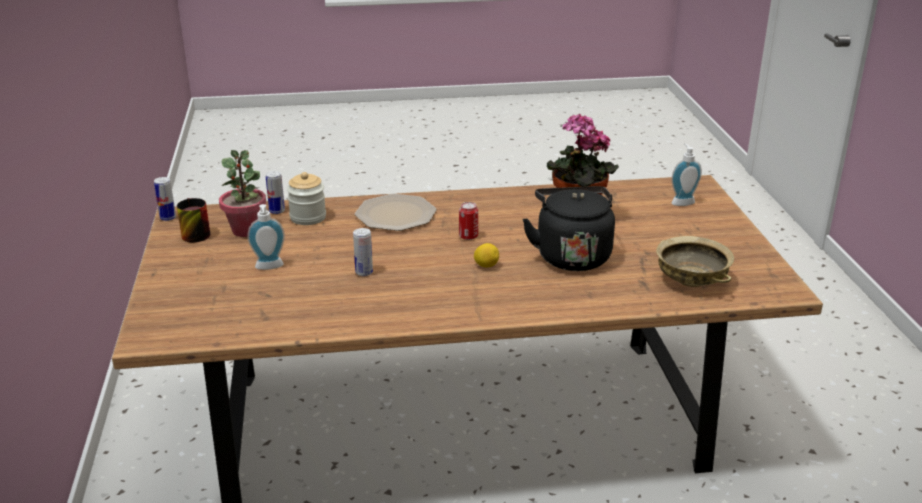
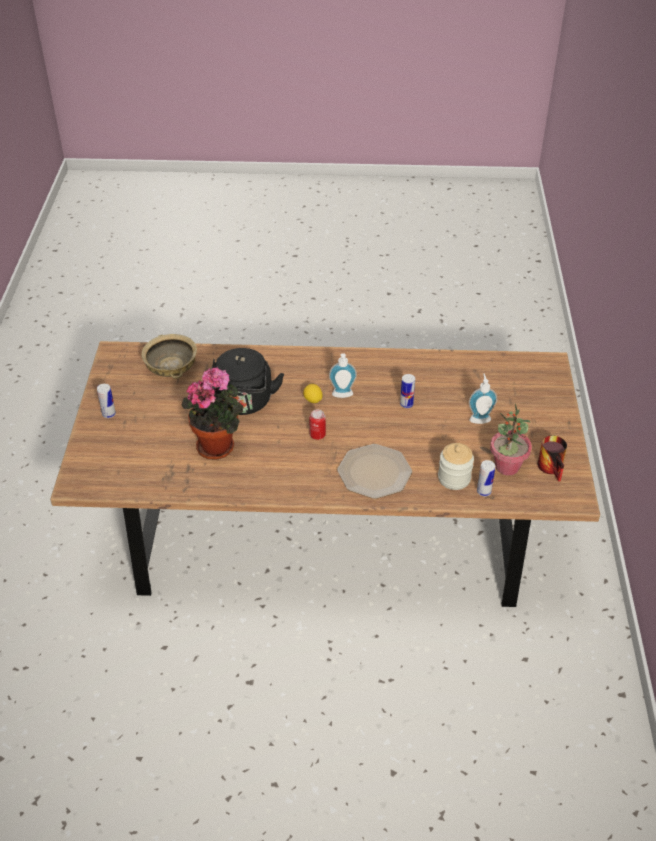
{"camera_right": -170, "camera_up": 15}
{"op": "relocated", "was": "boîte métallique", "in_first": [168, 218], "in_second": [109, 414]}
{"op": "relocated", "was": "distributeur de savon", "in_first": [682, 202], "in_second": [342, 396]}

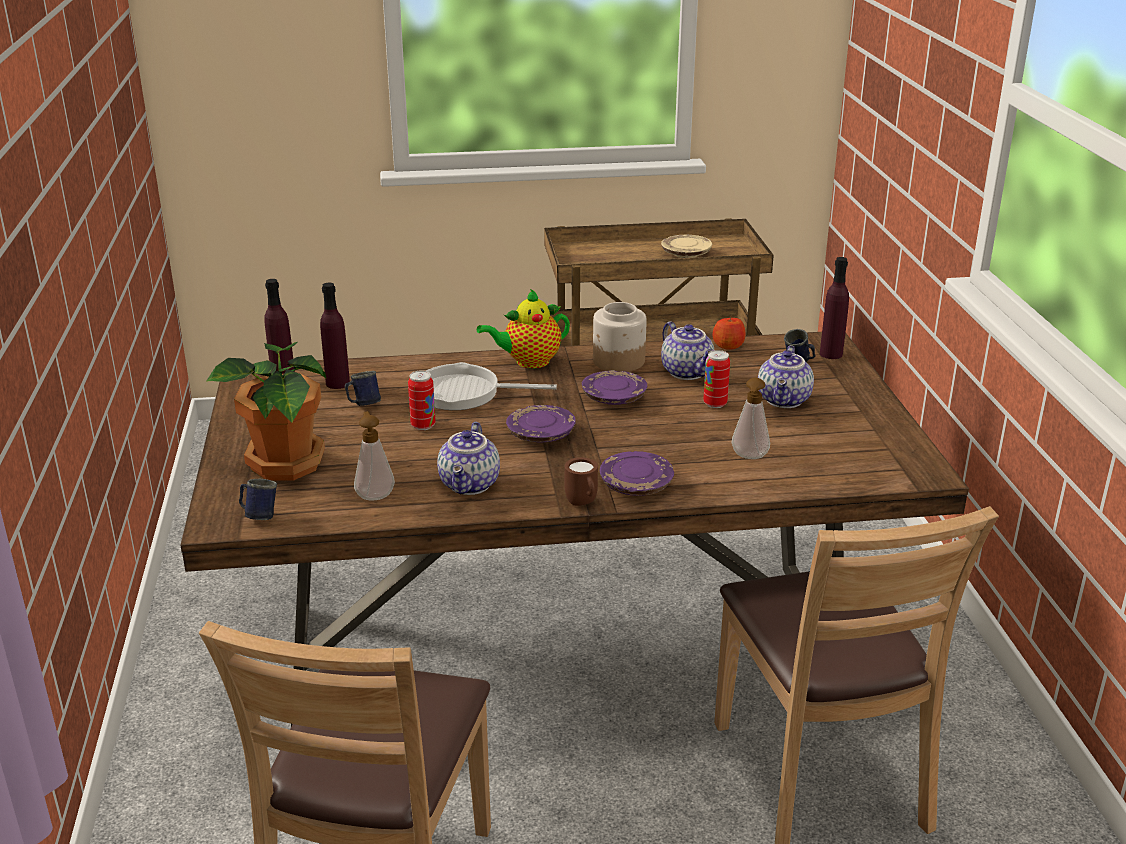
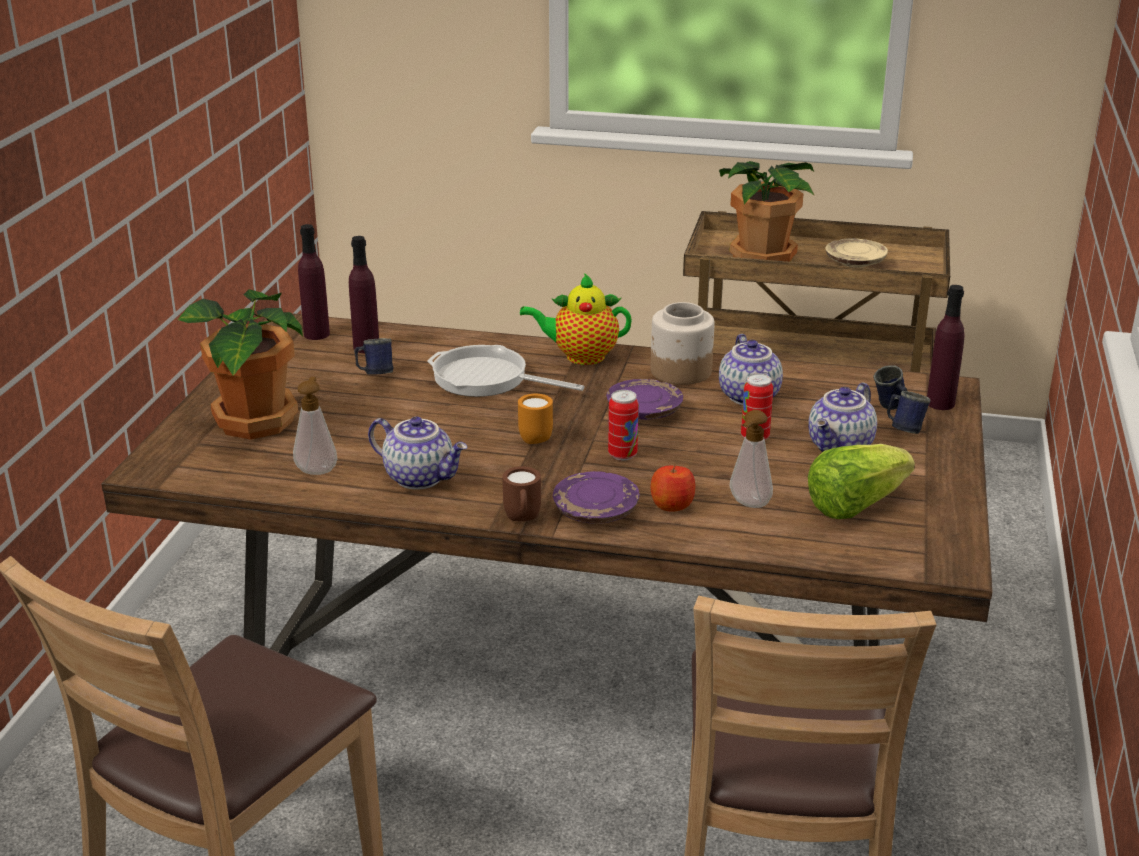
{"camera_right": 20, "camera_up": 0}
{"op": "appeared", "now": "plante en pot", "in_second": [762, 258]}
{"op": "appeared", "now": "laitue", "in_second": [854, 505]}
{"op": "relocated", "was": "mug [bleu]", "in_first": [258, 516], "in_second": [904, 429]}
{"op": "relocated", "was": "boîte métallique", "in_first": [423, 425], "in_second": [622, 455]}
{"op": "relocated", "was": "pomme", "in_first": [728, 346], "in_second": [672, 505]}
{"op": "exchanged", "was": "assiette [violet]", "now": "mug [orange]", "in_first": [540, 435], "in_second": [533, 437]}
{"op": "spun", "was": "théière", "in_first": [471, 485], "in_second": [420, 477], "clockwise": -90}

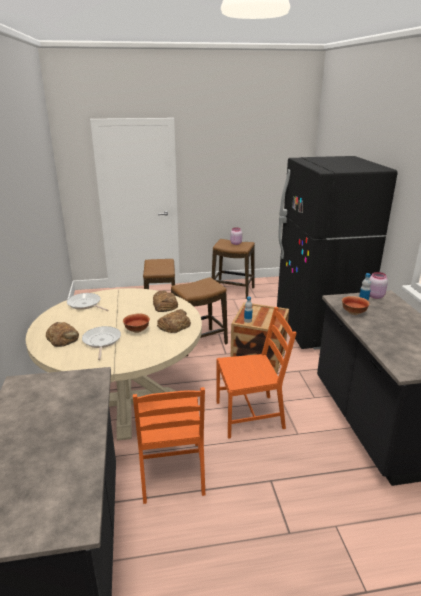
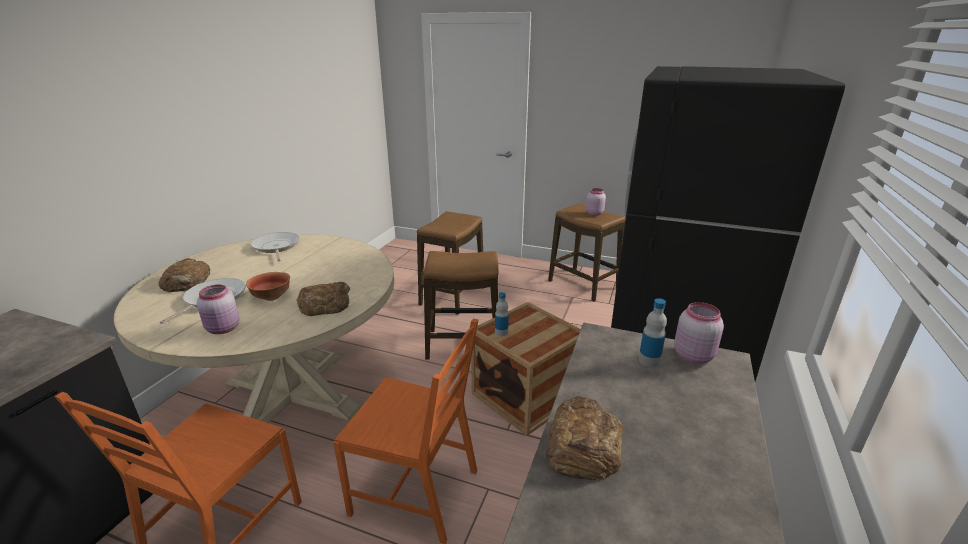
{"camera_right": 30, "camera_up": 0}
{"op": "missing", "was": "bol", "in_first": [353, 312]}
{"op": "appeared", "now": "bocal [rose]", "in_second": [223, 329]}
{"op": "relocated", "was": "pain", "in_first": [164, 305], "in_second": [583, 446]}

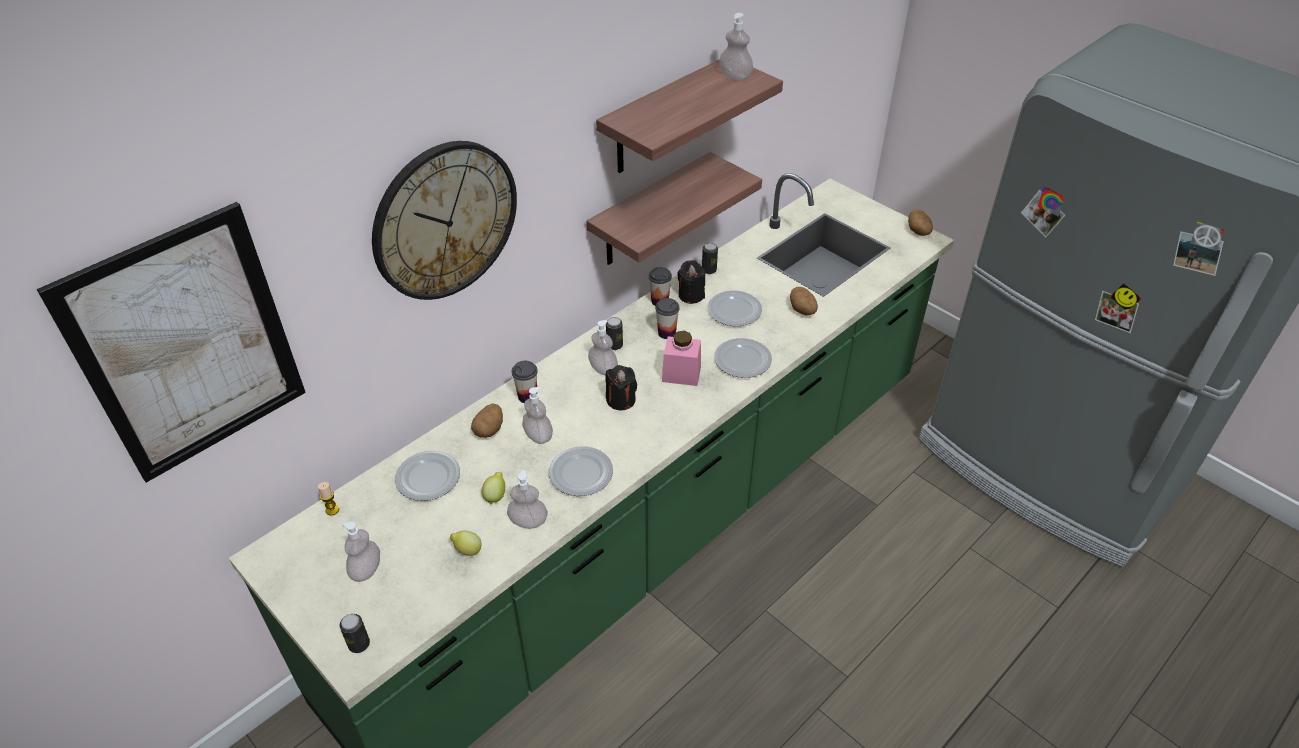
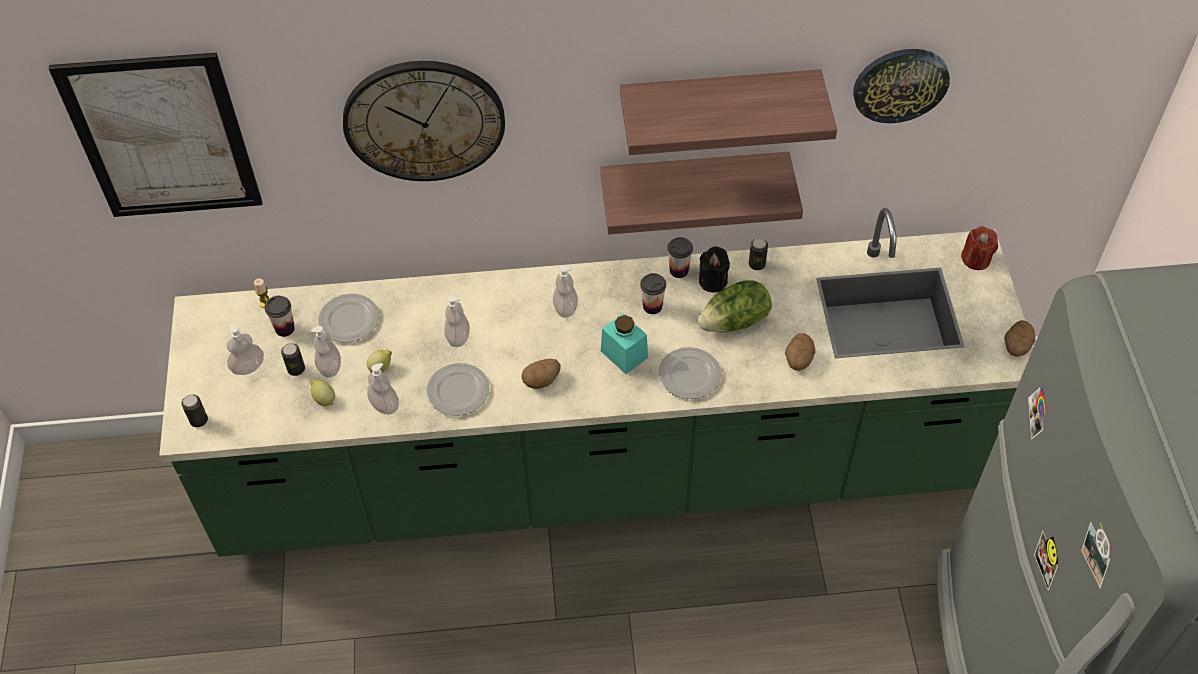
{"camera_right": 40, "camera_up": 10}
{"op": "missing", "was": "bougie [noir]", "in_first": [621, 400]}
{"op": "appeared", "now": "horloge murale", "in_second": [900, 84]}
{"op": "appeared", "now": "bougie [rouge]", "in_second": [976, 259]}
{"op": "relocated", "was": "pomme de terre", "in_first": [489, 429], "in_second": [541, 380]}
{"op": "relocated", "was": "tasse", "in_first": [527, 396], "in_second": [284, 328]}
{"op": "relocated", "was": "boîte métallique", "in_first": [614, 345], "in_second": [296, 369]}
{"op": "relocated", "was": "distributeur de savon", "in_first": [735, 76], "in_second": [330, 367]}
{"op": "exchanged", "was": "assiette", "now": "laitue", "in_first": [735, 311], "in_second": [735, 322]}
{"op": "colour", "was": "bocal [rose]", "now": "bocal [turquoise]", "in_first": [681, 374], "in_second": [624, 354]}

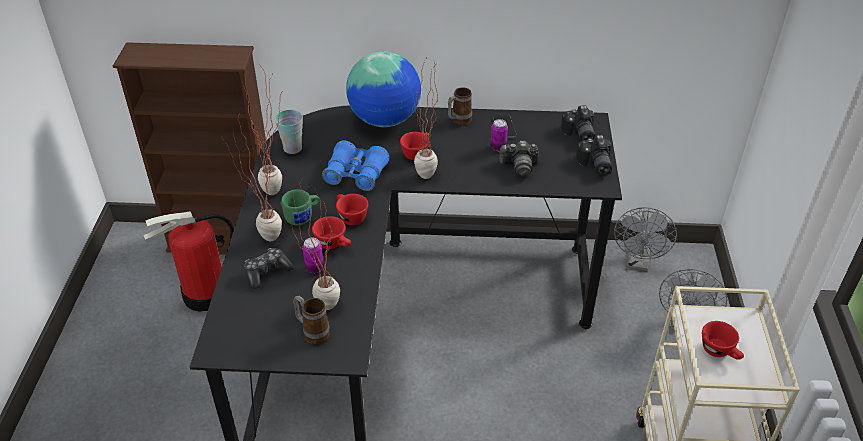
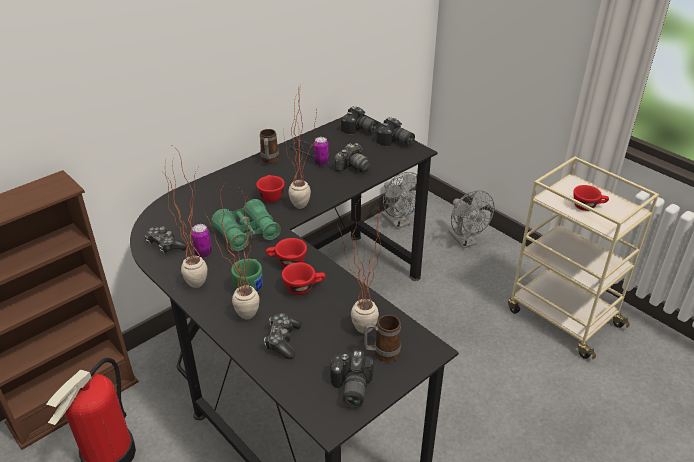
{"camera_right": -45, "camera_up": -5}
{"op": "missing", "was": "globe", "in_first": [385, 120]}
{"op": "appeared", "now": "appareil photo", "in_second": [349, 388]}
{"op": "relocated", "was": "boîte métallique", "in_first": [314, 268], "in_second": [203, 253]}
{"op": "exchanged", "was": "tasse", "now": "manette", "in_first": [292, 148], "in_second": [165, 245]}
{"op": "colour", "was": "jumelles [bleu]", "now": "jumelles [vert]", "in_first": [356, 174], "in_second": [247, 234]}

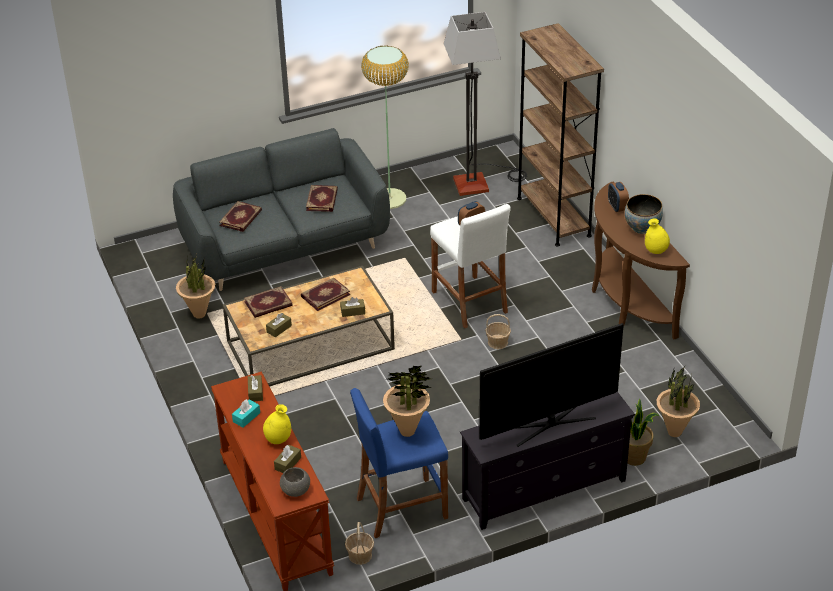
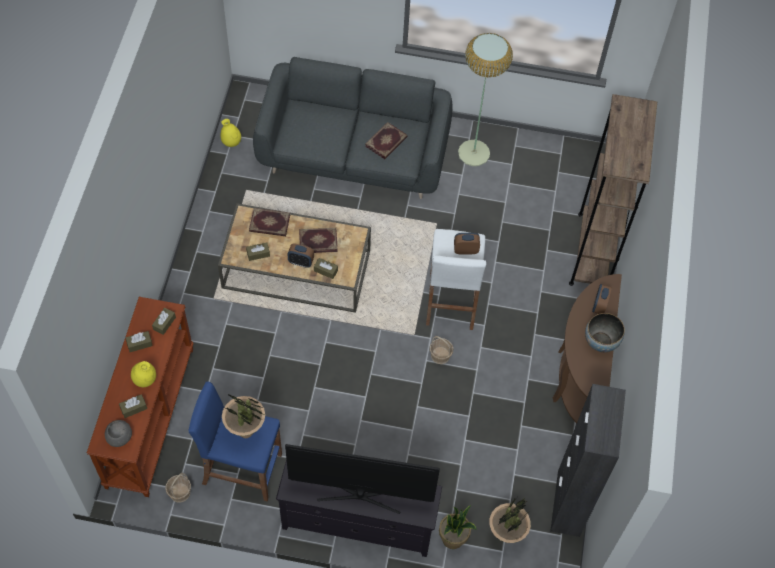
{"camera_right": 30, "camera_up": 20}
{"op": "missing", "was": "plante en pot", "in_first": [199, 314]}
{"op": "missing", "was": "livre", "in_first": [241, 218]}
{"op": "missing", "was": "lampadaire", "in_first": [480, 182]}
{"op": "appeared", "now": "réveil", "in_second": [301, 262]}
{"op": "appeared", "now": "meuble de rangement [noir]", "in_second": [568, 503]}
{"op": "relocated", "was": "vase [jaune]", "in_first": [656, 251], "in_second": [231, 143]}
{"op": "colour", "was": "boîte à mouchoirs [turquoise]", "now": "boîte à mouchoirs [marron]", "in_first": [246, 417], "in_second": [139, 344]}

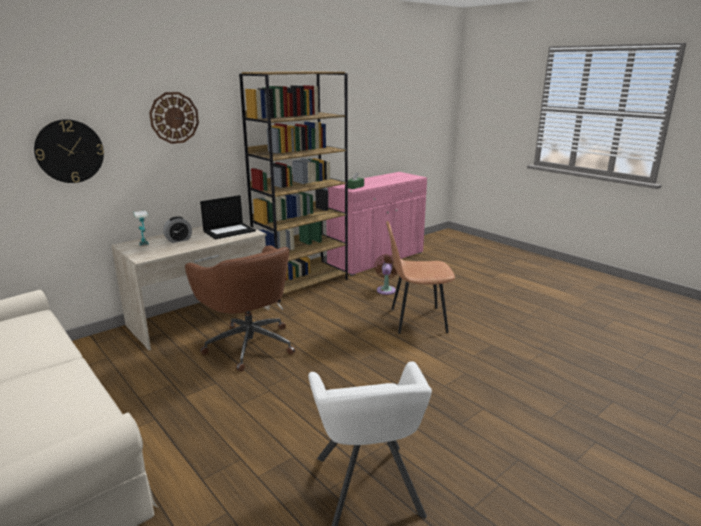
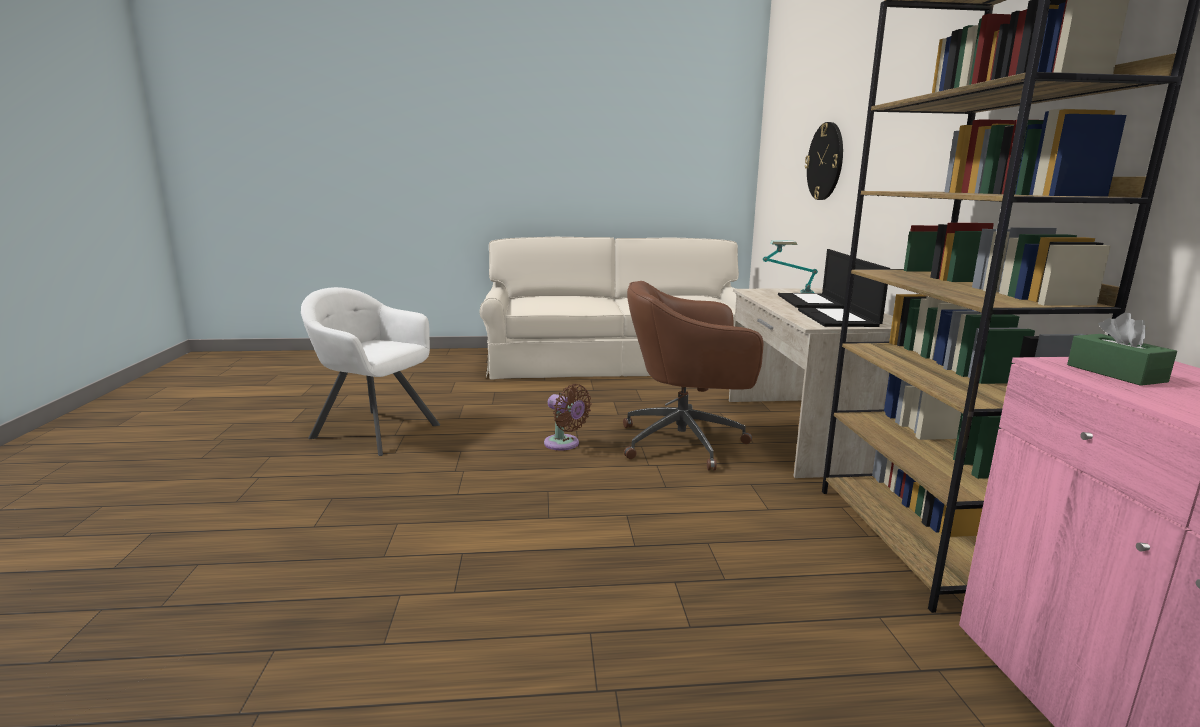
{"camera_right": 125, "camera_up": -5}
{"op": "missing", "was": "horloge murale", "in_first": [174, 118]}
{"op": "missing", "was": "chaise [marron]", "in_first": [416, 320]}
{"op": "relocated", "was": "ventilateur [marron]", "in_first": [386, 289], "in_second": [564, 444]}
{"op": "exchanged", "was": "réveil", "now": "ordinateur portable", "in_first": [178, 240], "in_second": [812, 301]}

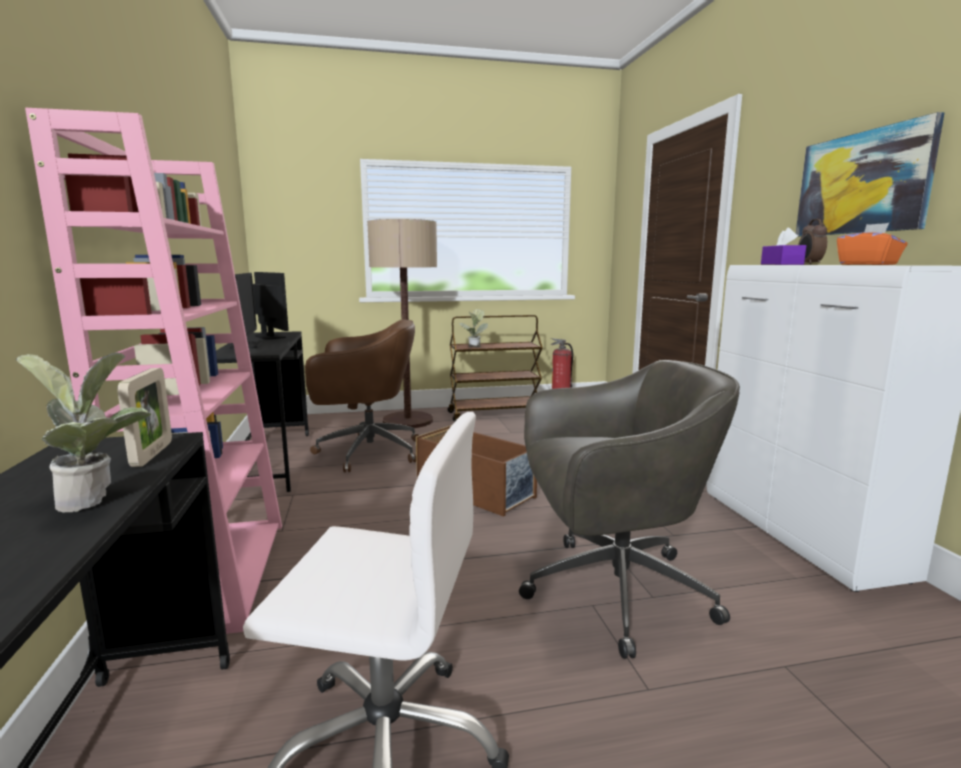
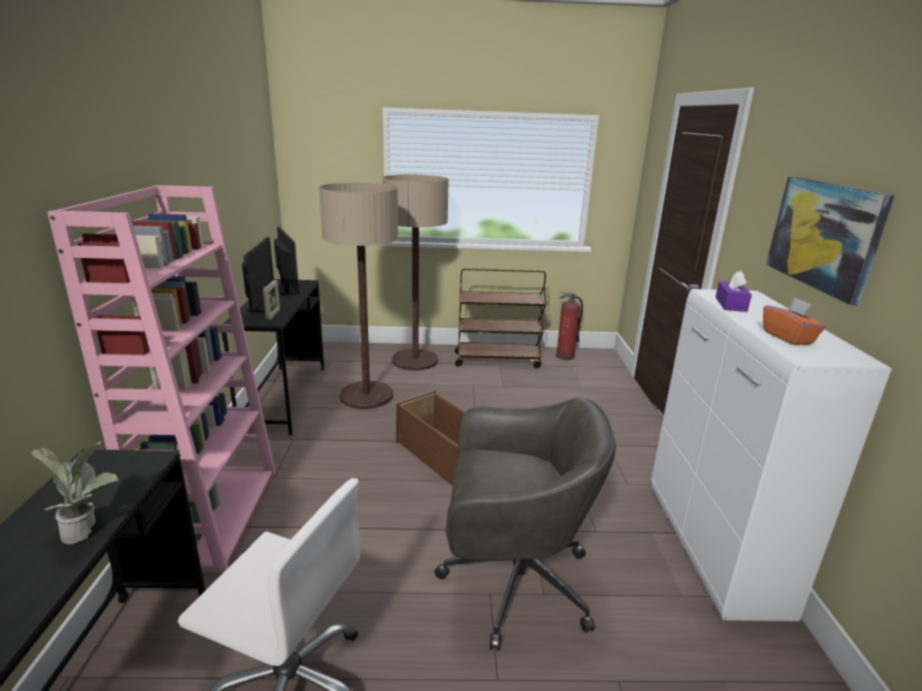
{"camera_right": 10, "camera_up": 10}
{"op": "missing", "was": "plante en pot", "in_first": [473, 348]}
{"op": "missing", "was": "réveil", "in_first": [809, 264]}
{"op": "relocated", "was": "cadre photo", "in_first": [152, 454], "in_second": [273, 315]}
{"op": "exchanged", "was": "chaise de bureau [marron]", "now": "lampadaire", "in_first": [366, 452], "in_second": [366, 396]}

